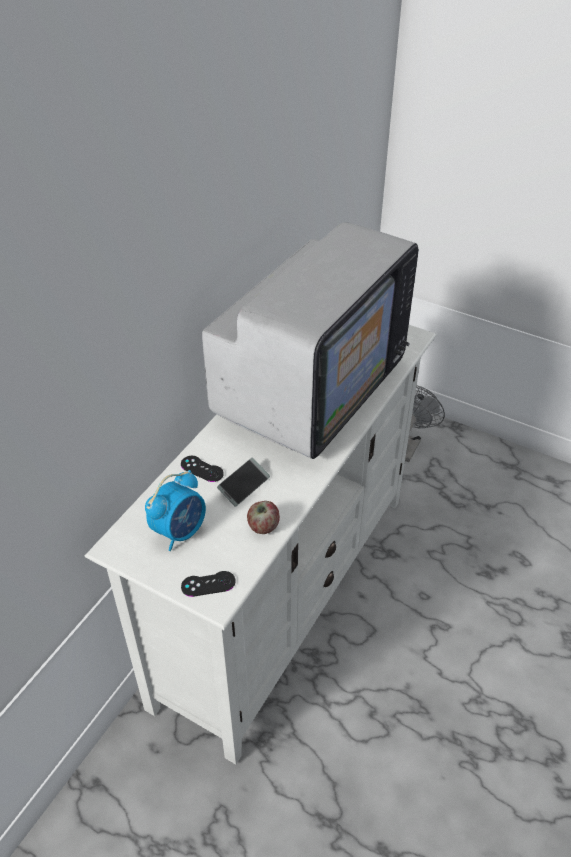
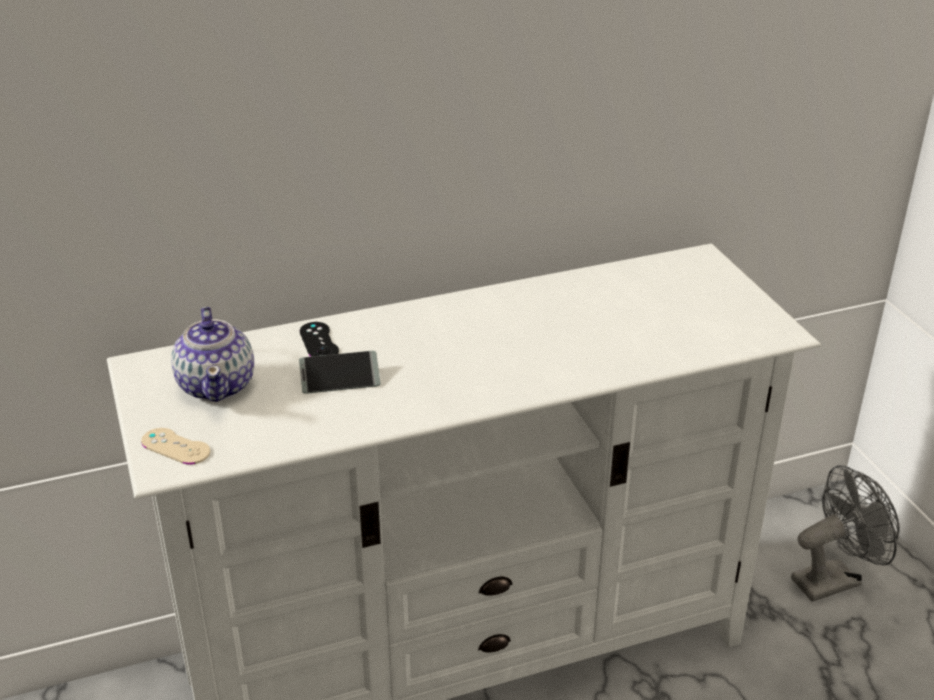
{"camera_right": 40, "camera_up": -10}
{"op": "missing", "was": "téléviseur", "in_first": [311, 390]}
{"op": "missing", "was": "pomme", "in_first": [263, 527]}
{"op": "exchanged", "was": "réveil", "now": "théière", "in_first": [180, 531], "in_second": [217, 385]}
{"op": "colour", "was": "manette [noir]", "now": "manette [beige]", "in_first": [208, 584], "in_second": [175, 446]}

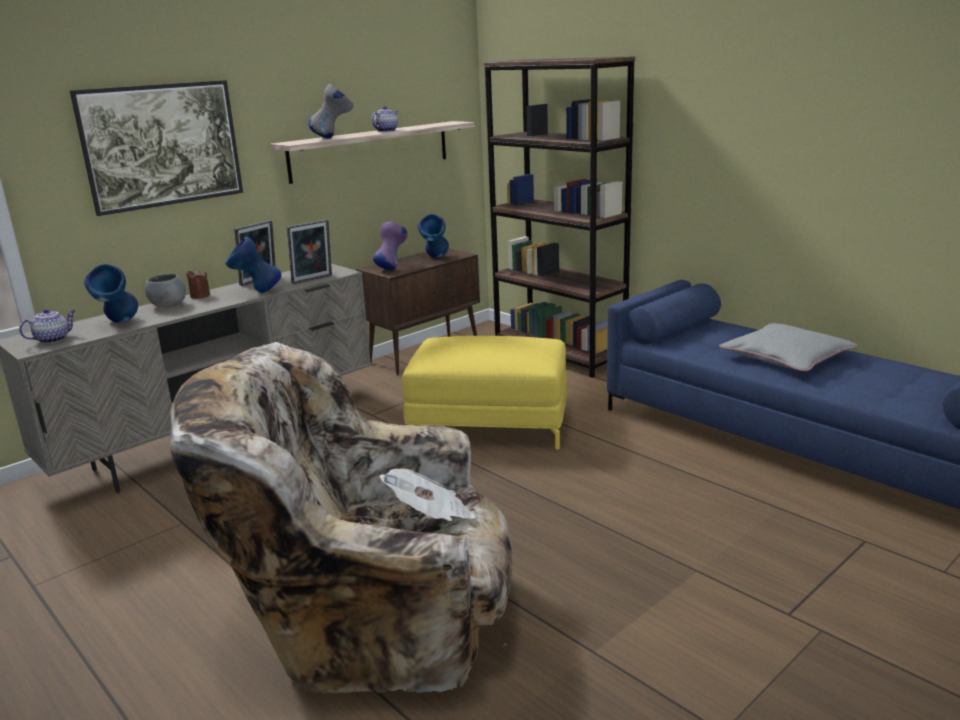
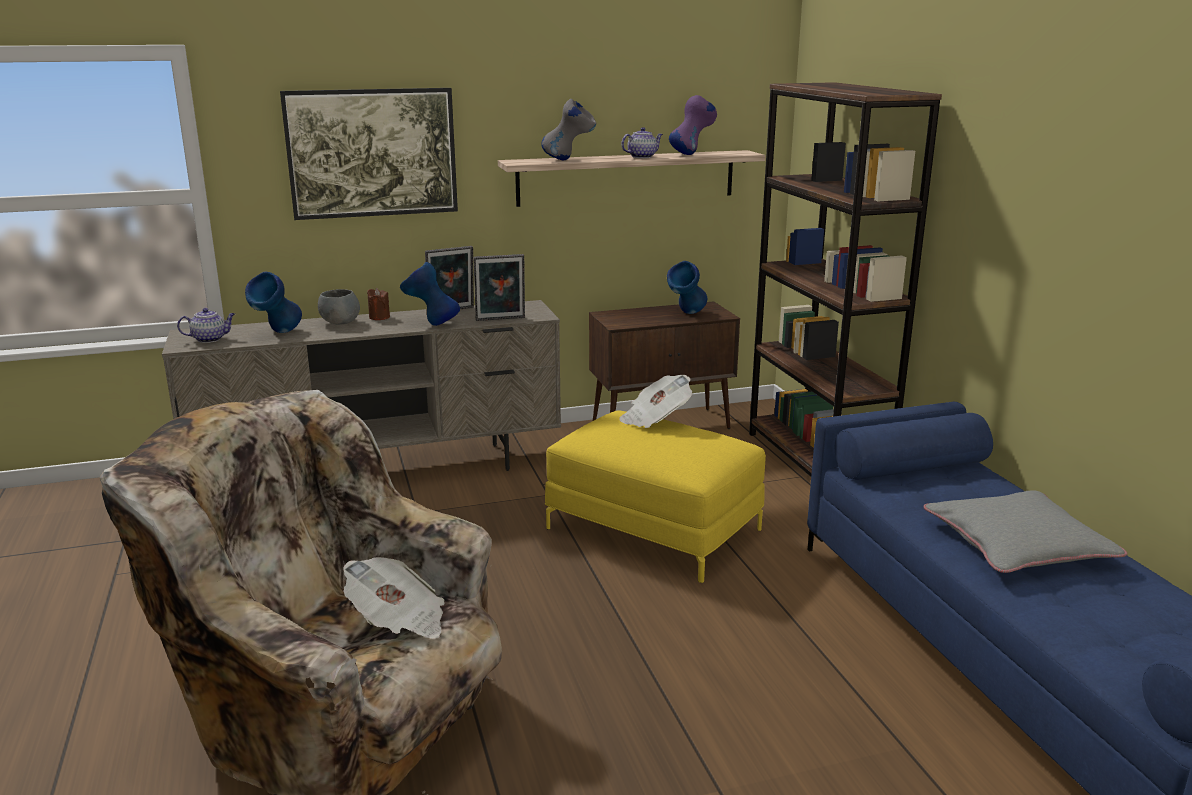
{"camera_right": 25, "camera_up": 0}
{"op": "appeared", "now": "journal", "in_second": [655, 419]}
{"op": "relocated", "was": "vase [violet]", "in_first": [392, 268], "in_second": [692, 154]}

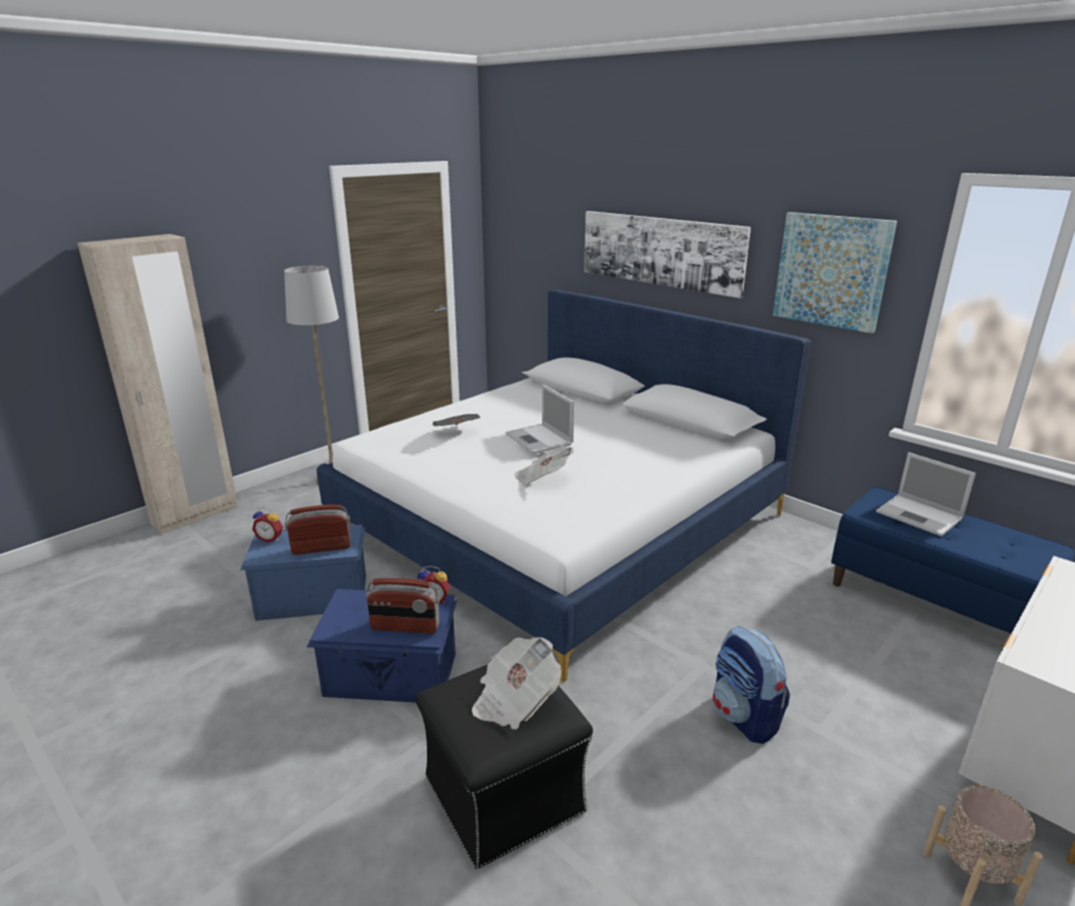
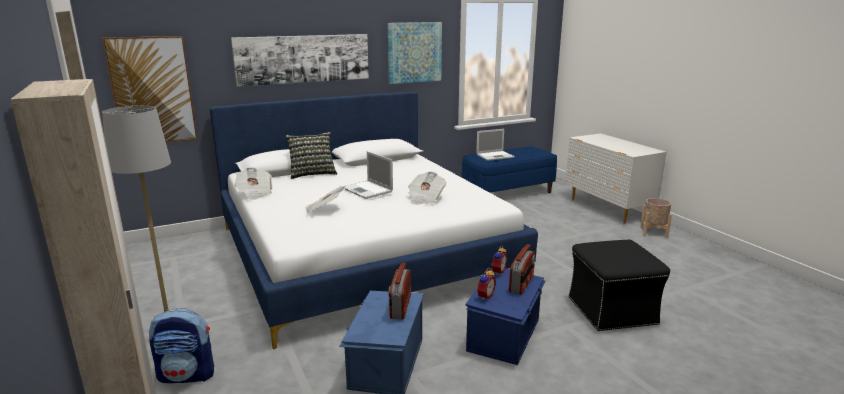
{"camera_right": -70, "camera_up": -5}
{"op": "appeared", "now": "tableau", "in_second": [152, 91]}
{"op": "appeared", "now": "coussin", "in_second": [312, 173]}
{"op": "relocated", "was": "réveil", "in_first": [270, 538], "in_second": [484, 296]}
{"op": "relocated", "was": "journal", "in_first": [515, 700], "in_second": [255, 193]}
{"op": "relocated", "was": "sac à dos", "in_first": [745, 717], "in_second": [187, 375]}
{"op": "spun", "was": "ordinateur portable", "in_first": [540, 439], "in_second": [368, 190], "clockwise": 60}

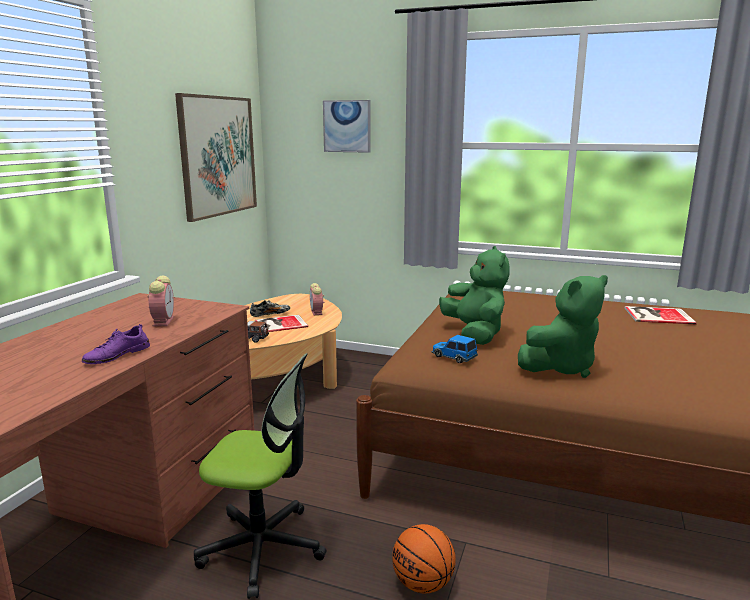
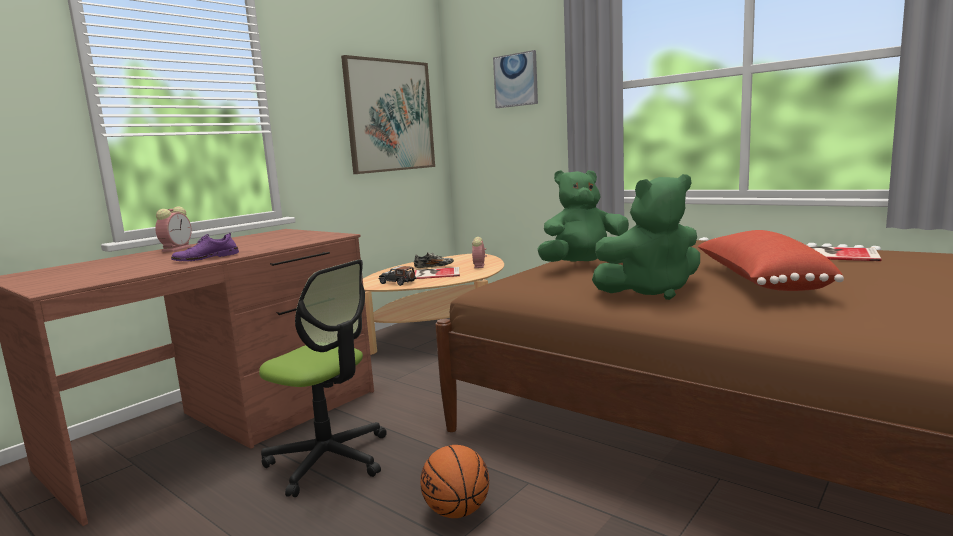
{"camera_right": 20, "camera_up": -5}
{"op": "missing", "was": "petite voiture", "in_first": [453, 357]}
{"op": "appeared", "now": "coussin [rouge]", "in_second": [759, 281]}
{"op": "relocated", "was": "réveil", "in_first": [163, 321], "in_second": [177, 249]}
{"op": "spun", "was": "peluche [vert]", "in_first": [474, 334], "in_second": [584, 266], "clockwise": -105}

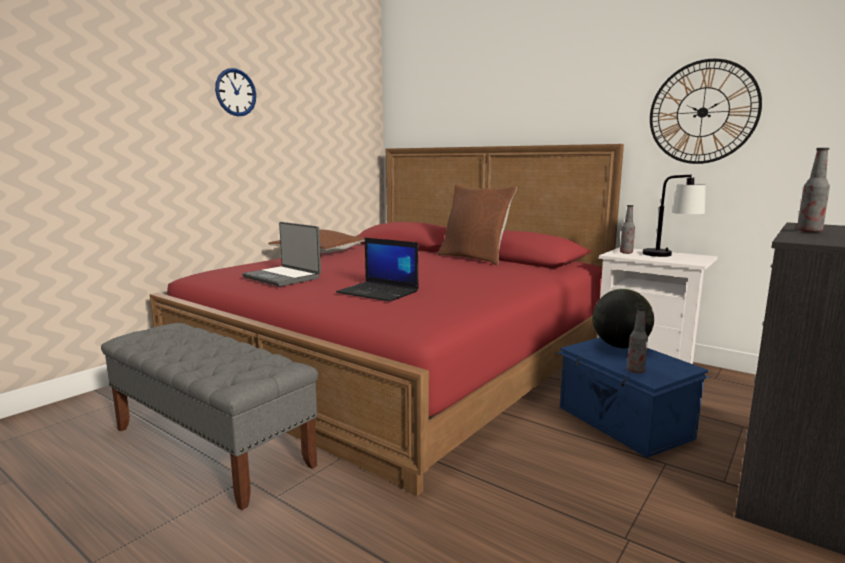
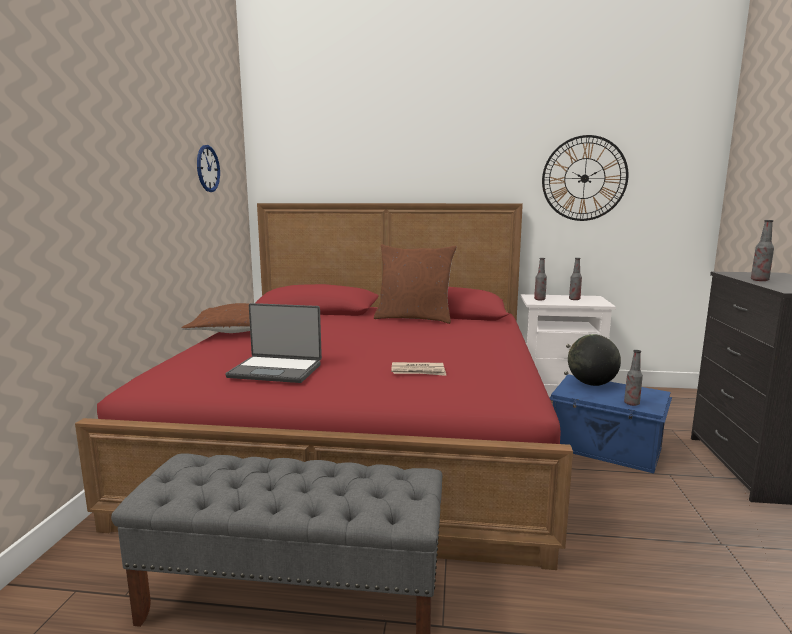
{"camera_right": -30, "camera_up": 0}
{"op": "relocated", "was": "horloge murale", "in_first": [235, 92], "in_second": [208, 168]}
{"op": "exchanged", "was": "ordinateur portable", "now": "journal", "in_first": [379, 292], "in_second": [418, 371]}
{"op": "exchanged", "was": "lampe de table", "now": "bouteille", "in_first": [670, 256], "in_second": [574, 299]}

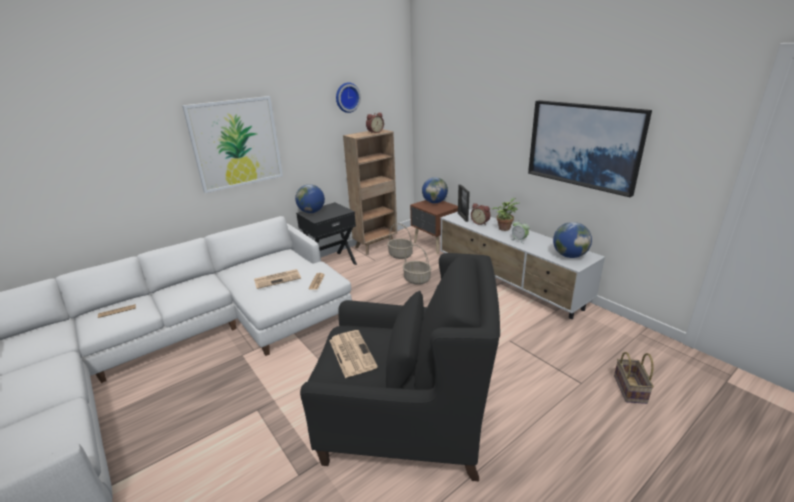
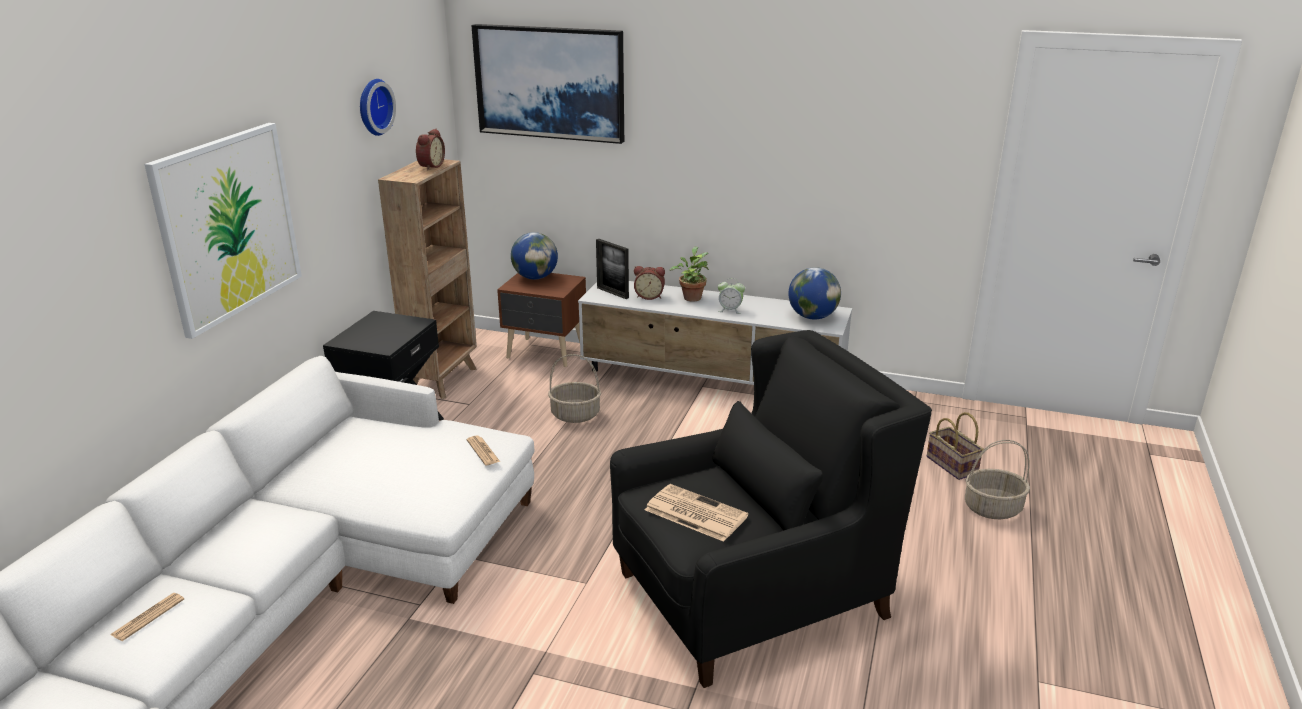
{"camera_right": -35, "camera_up": 0}
{"op": "missing", "was": "journal", "in_first": [278, 279]}
{"op": "missing", "was": "globe", "in_first": [311, 212]}
{"op": "relocated", "was": "panier", "in_first": [401, 255], "in_second": [993, 508]}
{"op": "relocated", "was": "tableau", "in_first": [583, 145], "in_second": [550, 82]}

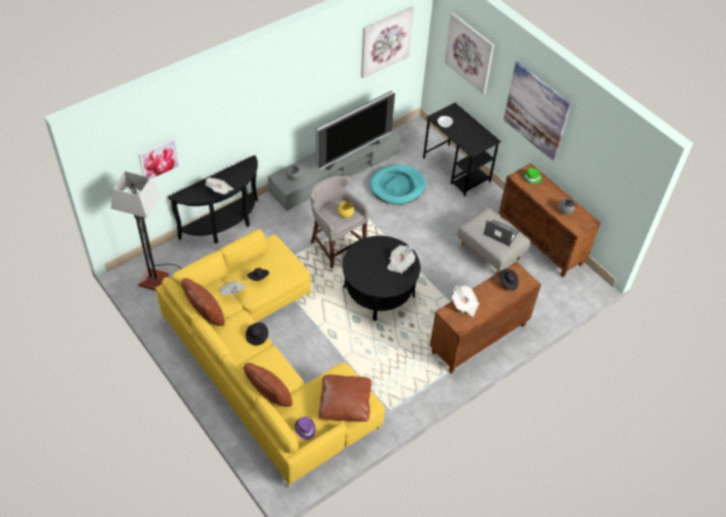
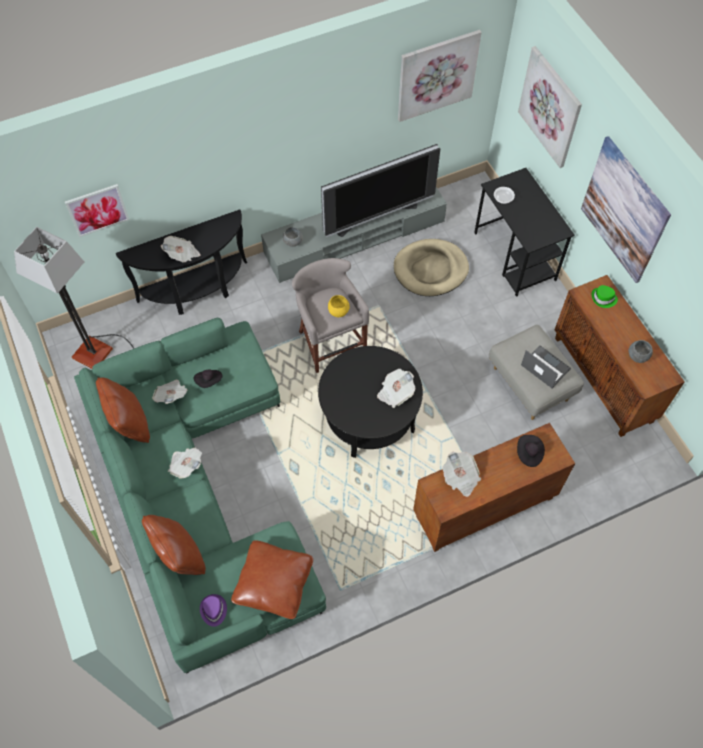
{"camera_right": 15, "camera_up": 10}
{"op": "exchanged", "was": "chapeau [noir]", "now": "journal", "in_first": [257, 337], "in_second": [186, 465]}
{"op": "colour", "was": "canapé [jaune]", "now": "canapé [vert]", "in_first": [264, 363], "in_second": [199, 492]}
{"op": "colour", "was": "panier pour chien [turquoise]", "now": "panier pour chien [beige]", "in_first": [397, 187], "in_second": [430, 269]}

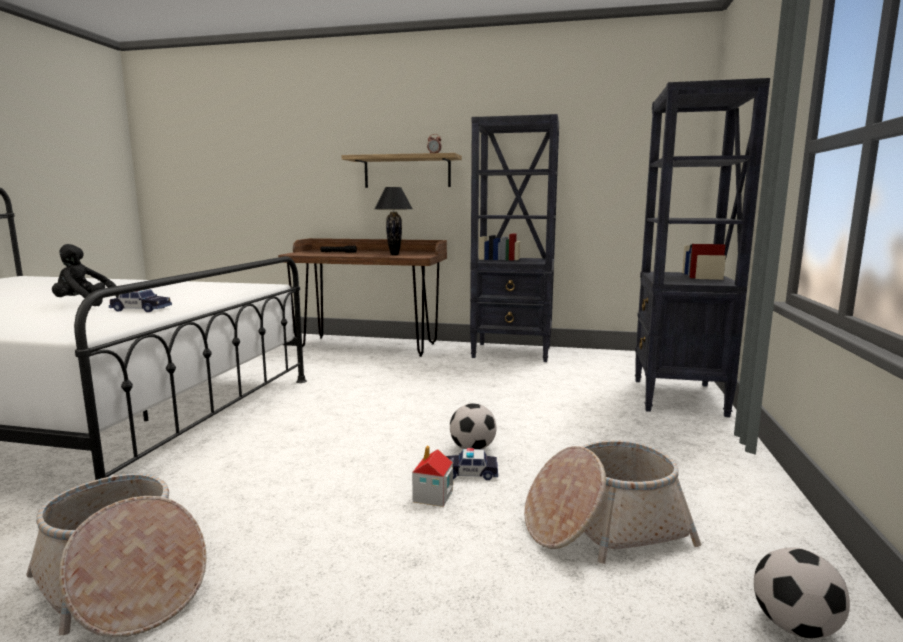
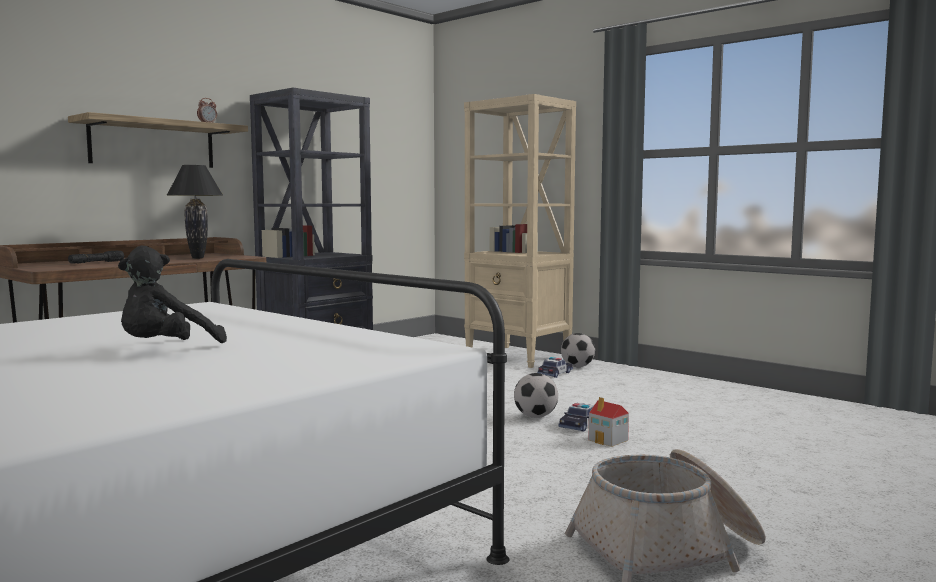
{"camera_right": -60, "camera_up": -5}
{"op": "missing", "was": "panier", "in_first": [603, 527]}
{"op": "relocated", "was": "petite voiture", "in_first": [141, 309], "in_second": [555, 373]}
{"op": "relocated", "was": "ballon de foot", "in_first": [794, 626], "in_second": [577, 366]}
{"op": "colour", "was": "bibliothèque [noir]", "now": "bibliothèque [beige]", "in_first": [678, 397], "in_second": [518, 357]}

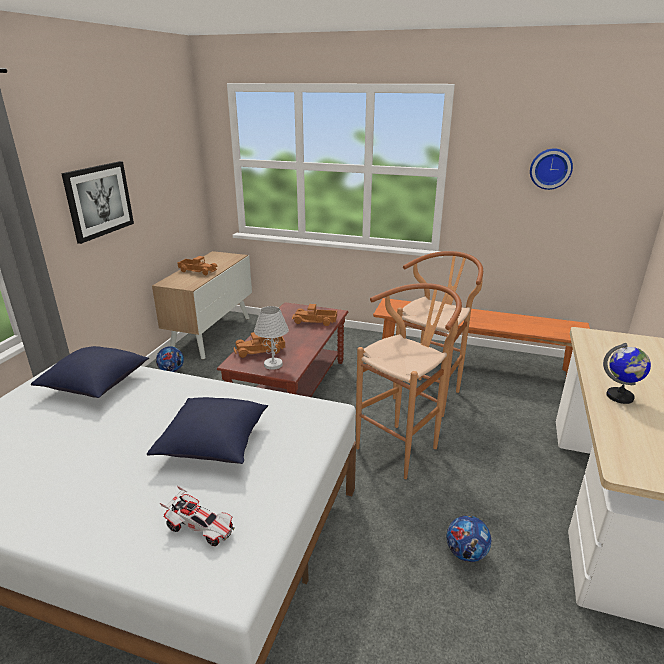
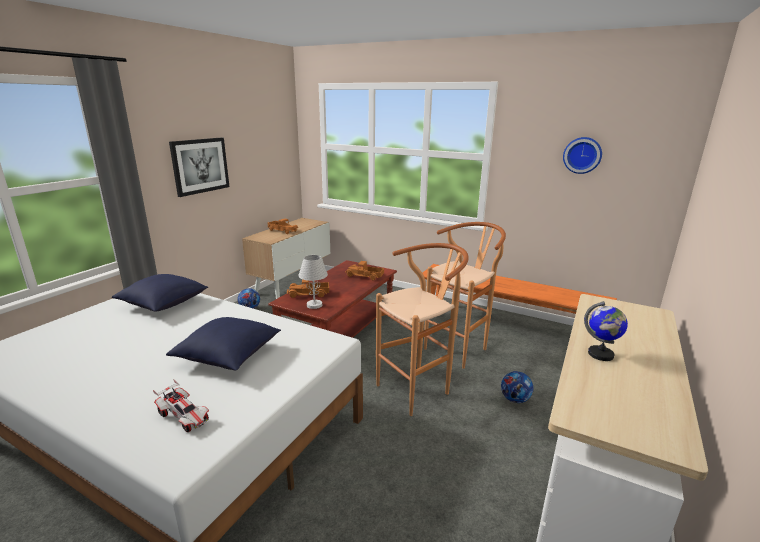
{"camera_right": 10, "camera_up": -5}
{"op": "relocated", "was": "ballon de foot", "in_first": [466, 553], "in_second": [515, 399]}

